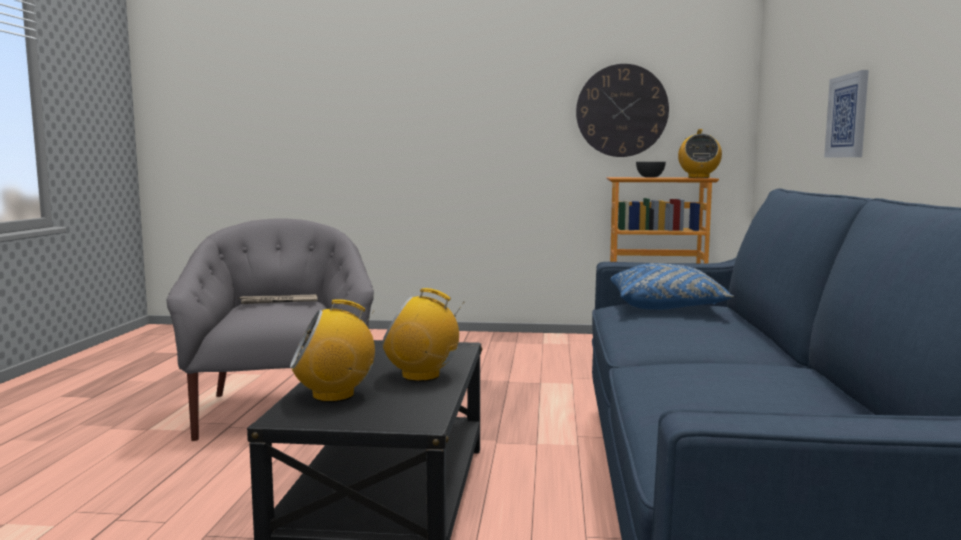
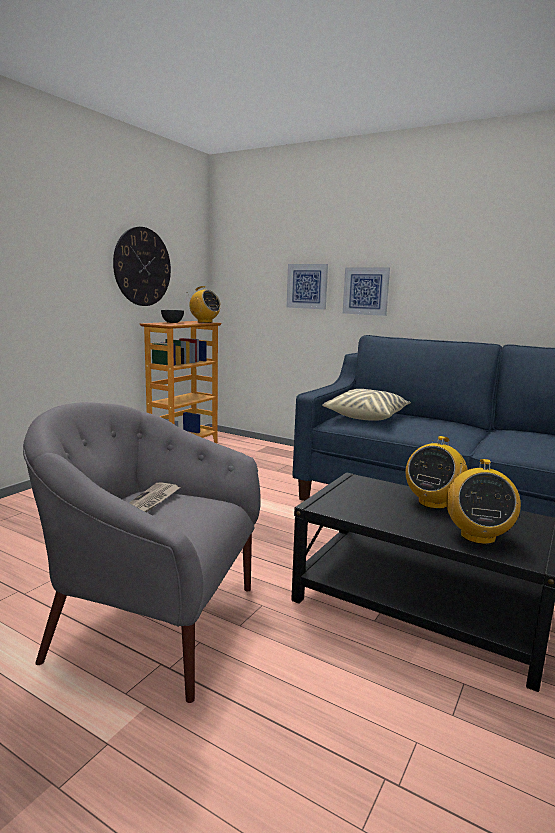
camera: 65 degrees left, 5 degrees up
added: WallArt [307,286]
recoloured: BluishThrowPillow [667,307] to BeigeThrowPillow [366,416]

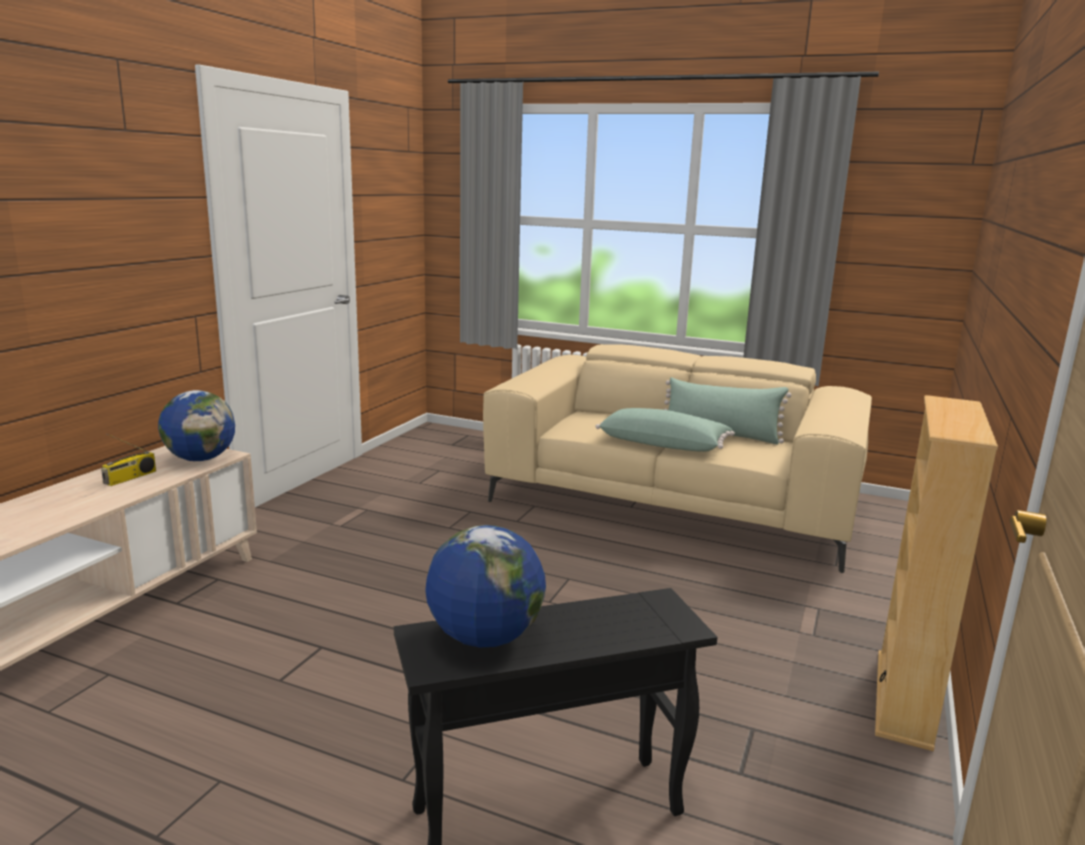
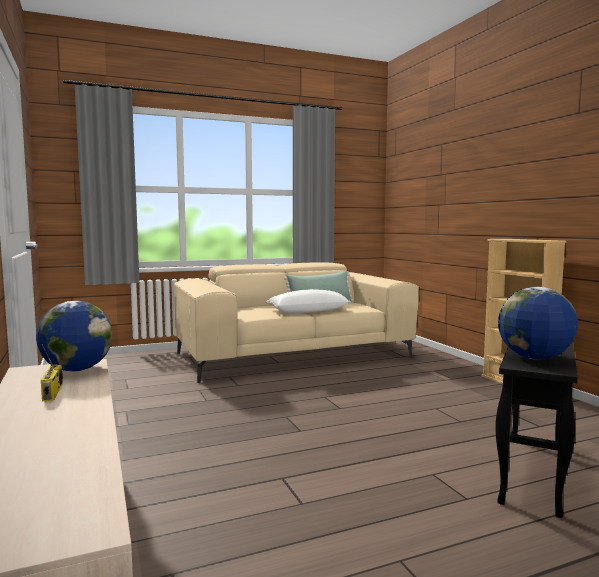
camera: 45 degrees left, 10 degrees down
recoloured: GreenColouredThrowPillow [663,444] to WhiteThrowPillow [307,311]

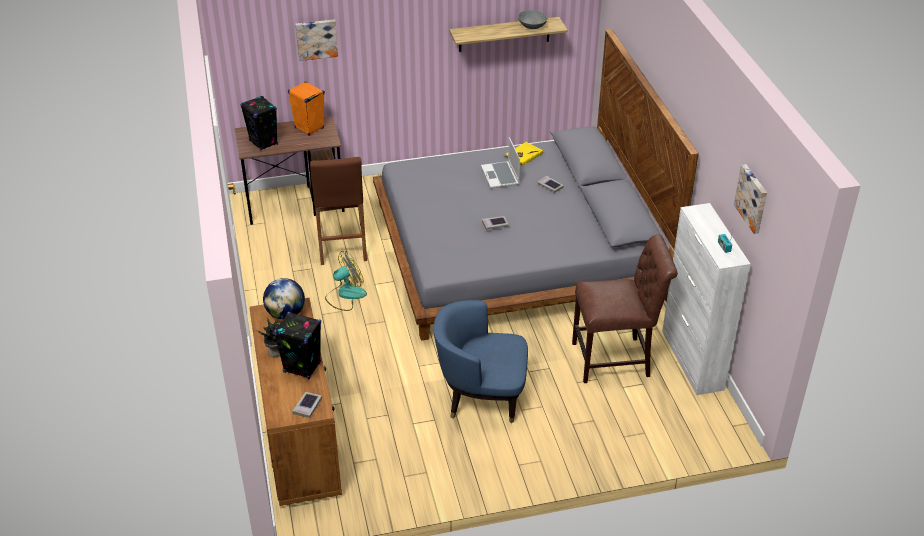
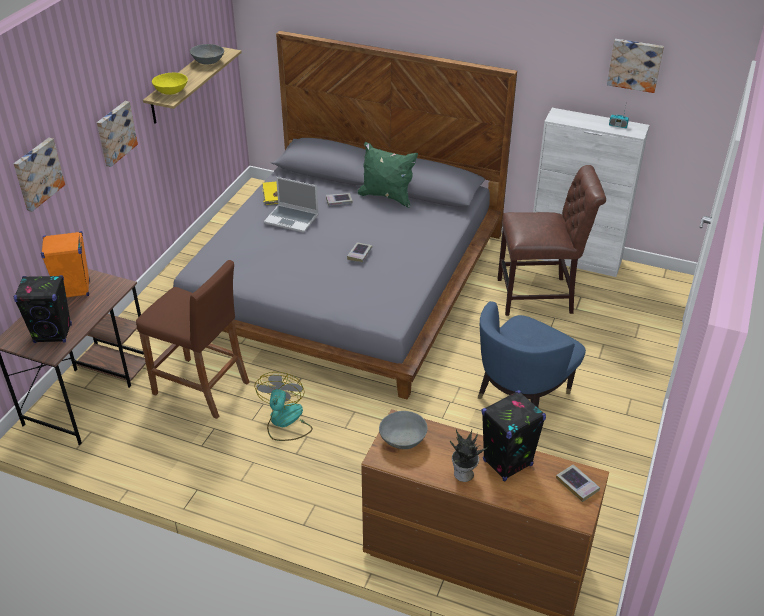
camera: 55 degrees left, 0 degrees up
added: WallArt [115,133]; YellowBowl [171,91]; GreenColouredThrowPillow [387,196]
replaced: Globe [285,314] to GrayBowl [403,439]
turned: BrownishChair [615,360] = [540,296] 60 degrees clockwise

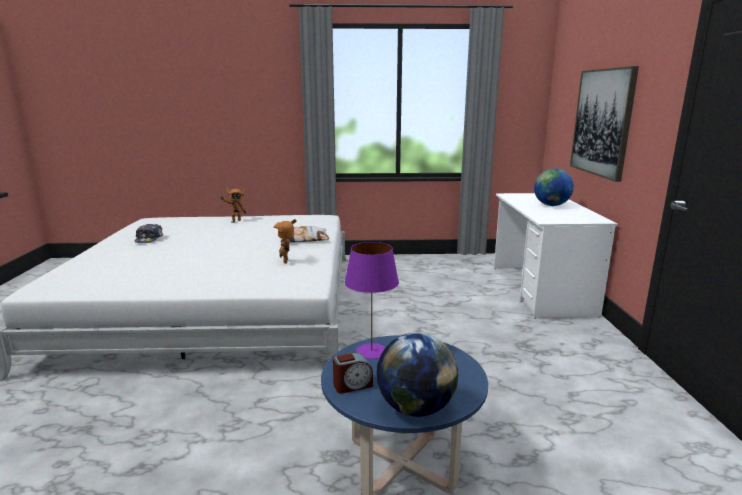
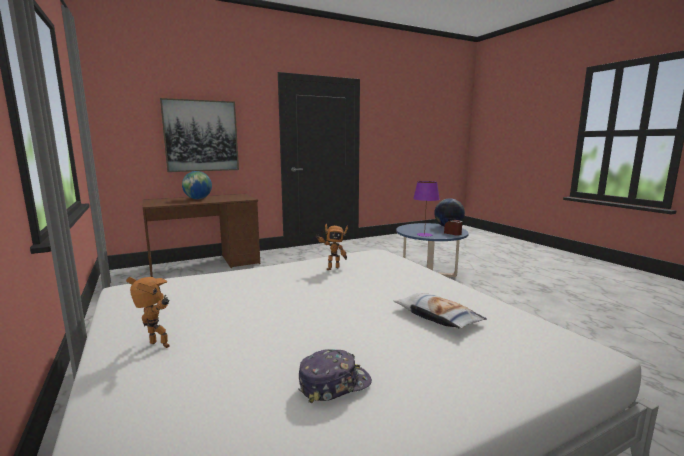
camera: 115 degrees left, 5 degrees down
moved: ThrowPillow [303,239] to [437,317]
recoloured: WhiteDeskTable [540,290] to BrownishDeskTable [205,265]

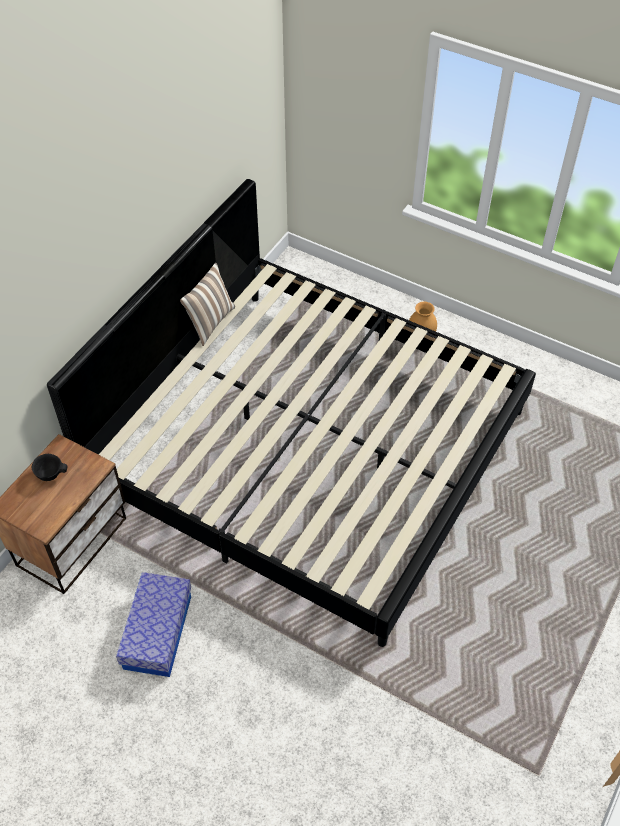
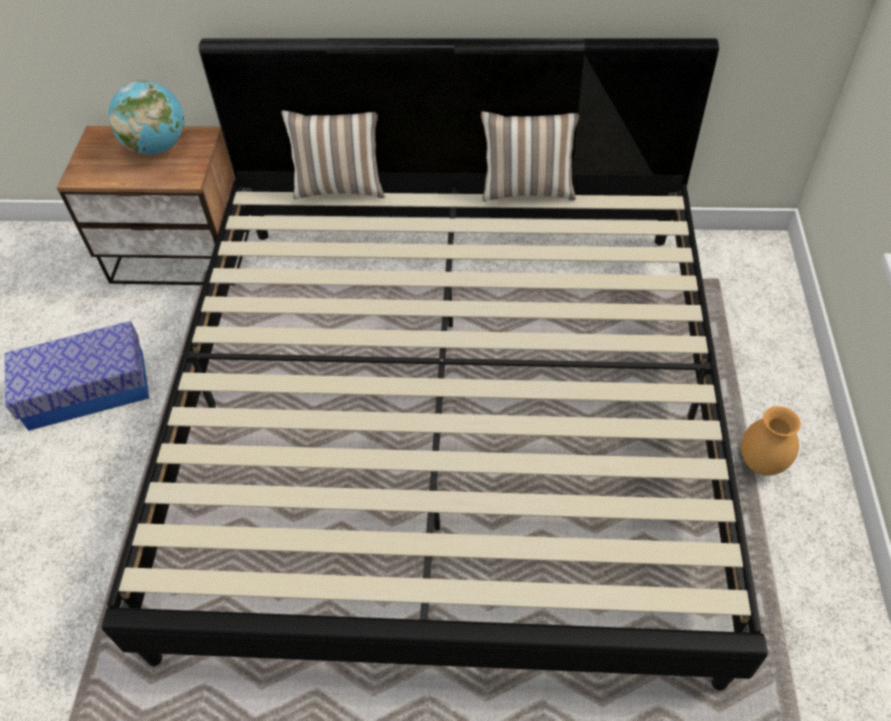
camera: 65 degrees right, 0 degrees up
added: ThrowPillow [340,187]
replaced: BlackishBowl [50,474] to Globe [157,147]

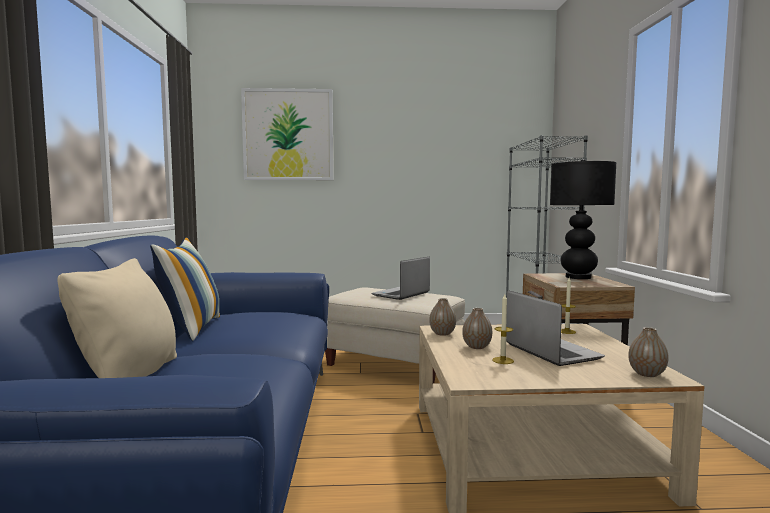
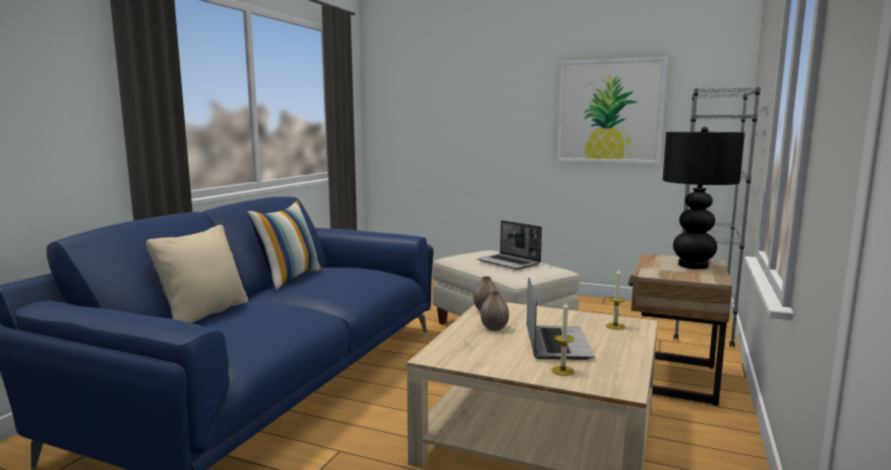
camera: 25 degrees right, 5 degrees up
removed: DecorativeVase [647,374]
moved: WaxLight [503,360] to [562,371]; WallArt [288,135] to [610,111]
turned: PortableComputer [401,294] = [509,263] 105 degrees counterclockwise

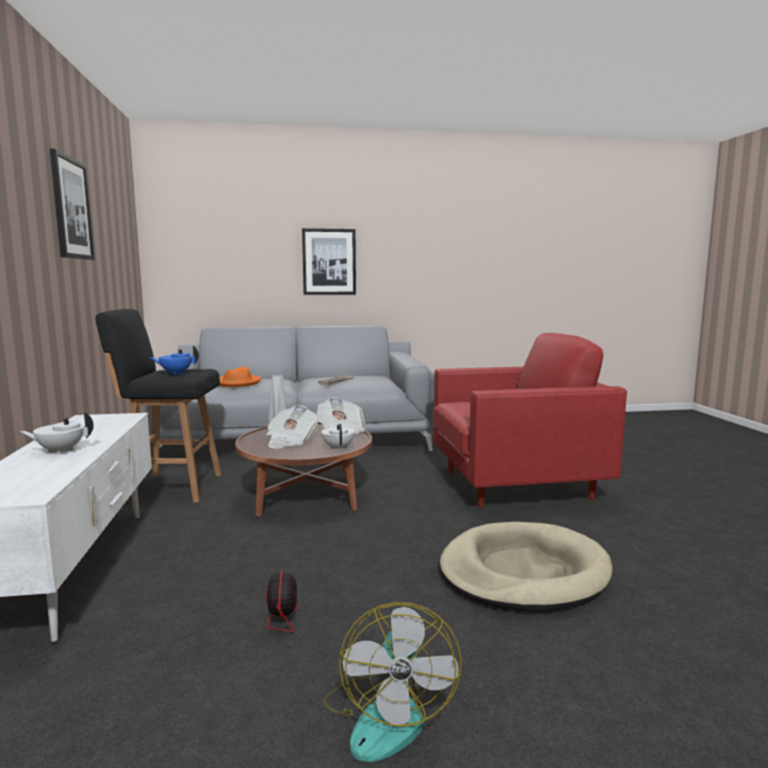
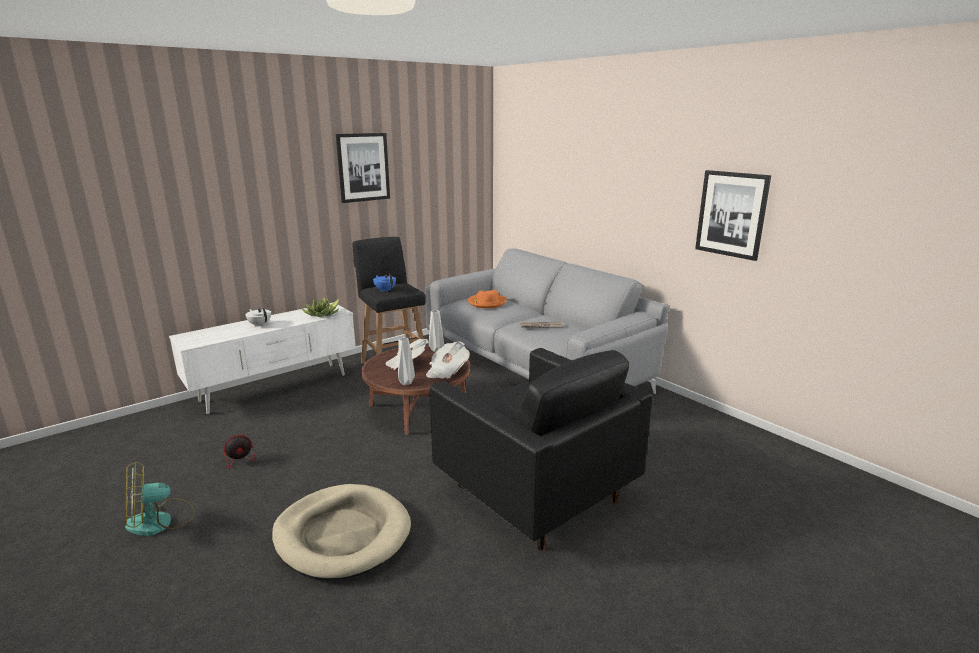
camera: 60 degrees right, 10 degrees up
added: PlantInAPot [323,314]
moved: WallArt [329,262] to [731,214]
replaced: WhitePotForTea [338,448] to GrayDecorativeVase [405,383]
recoloured: RedColouredArmchair [515,485] to BlackishArmchair [534,493]

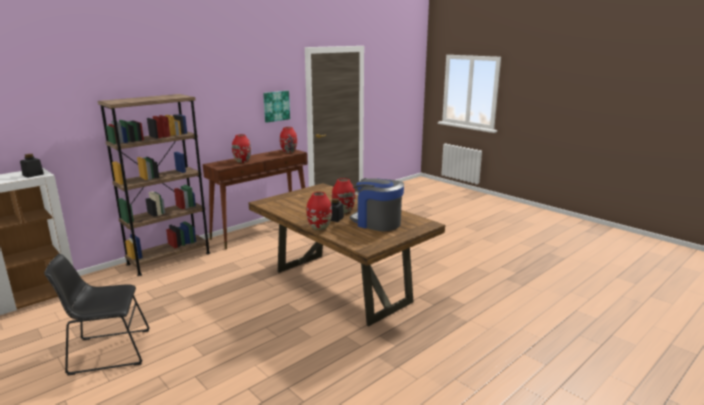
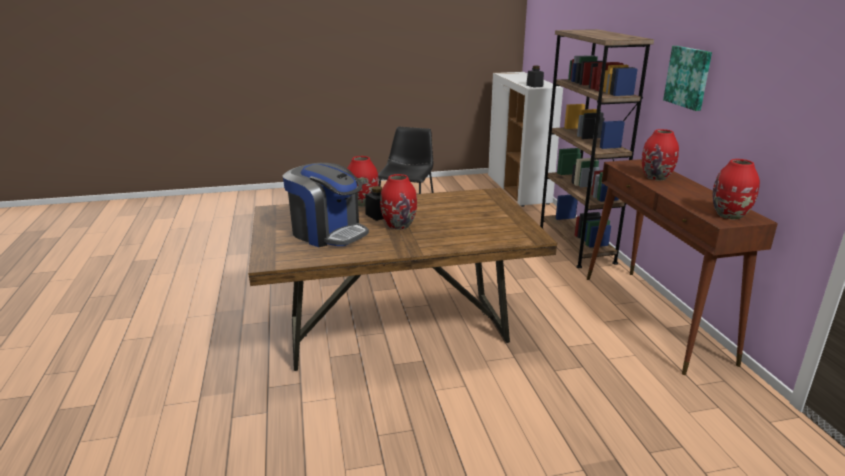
camera: 120 degrees right, 5 degrees up
moved: WallArt [276,106] to [688,77]
turned: CoffeeMaker [377,222] = [328,233] 60 degrees clockwise

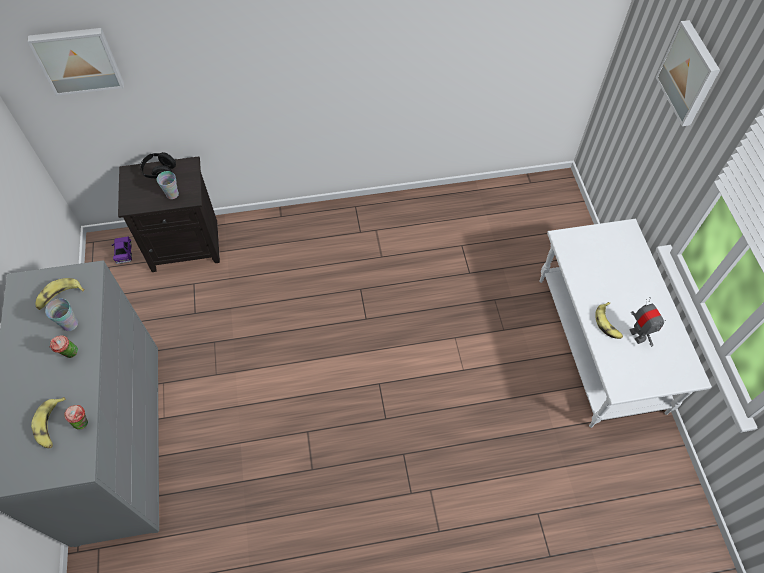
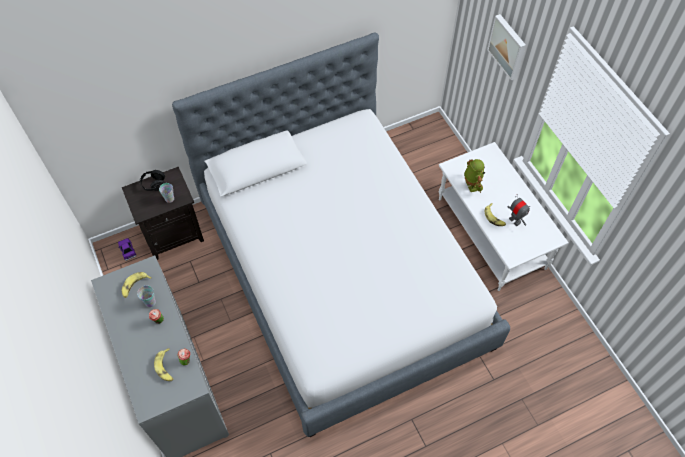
camera: 15 degrees left, 0 degrees up
removed: WallArt [78,60]
added: SleepingBed [342,273]; ToyRobot [471,185]

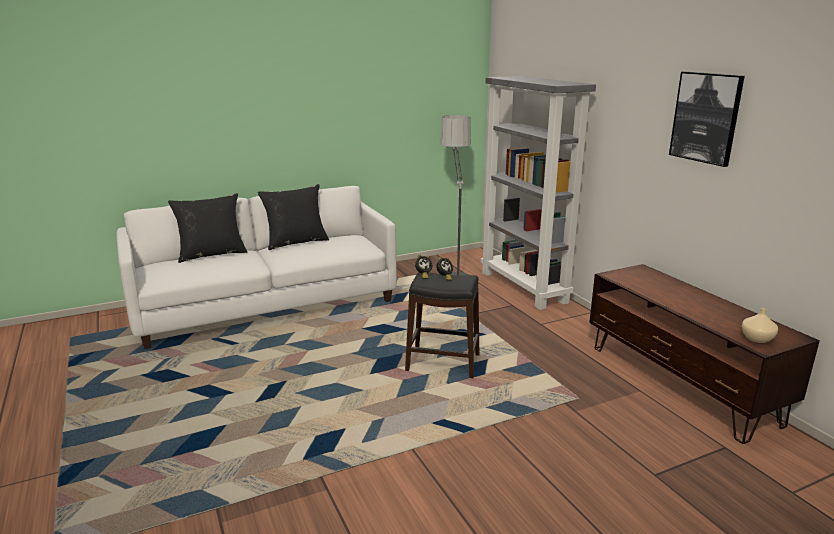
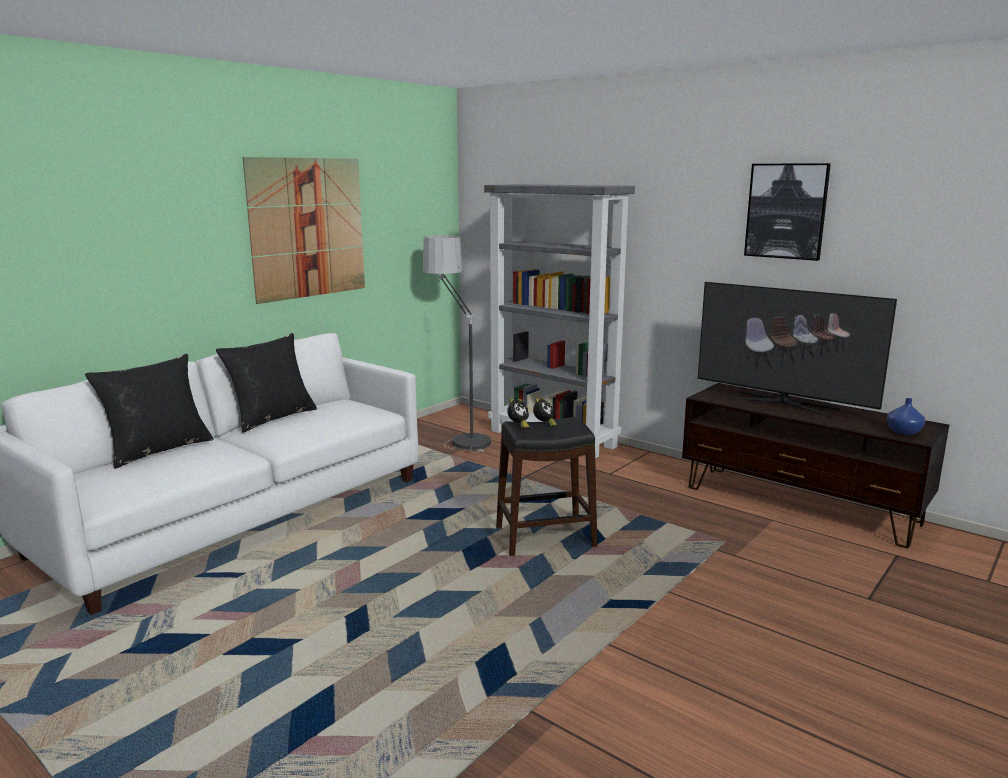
camera: 25 degrees left, 5 degrees down
added: WallArt [308,228]; Tv [782,403]
recoloured: BeigeDecorativeVase [756,338] to BluishDecorativeVase [903,432]

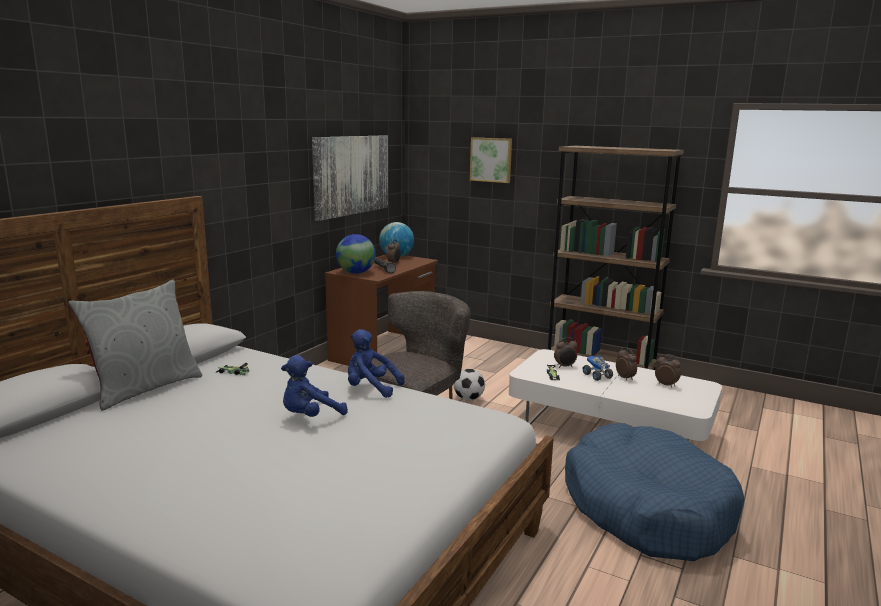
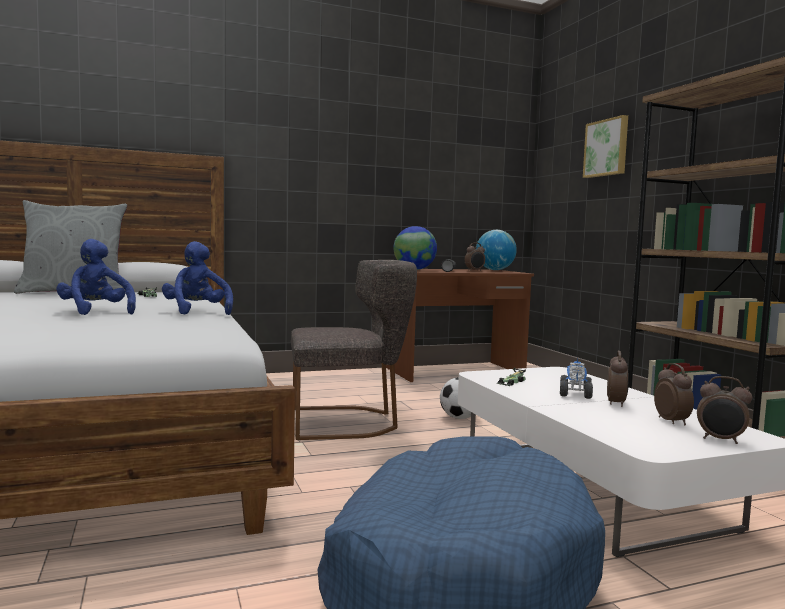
camera: 40 degrees right, 10 degrees down
removed: WallArt [351,175]
moved: TableClock [565,366] to [720,440]
turned: BluishPlushToy [310,416] = [96,312] 45 degrees clockwise

